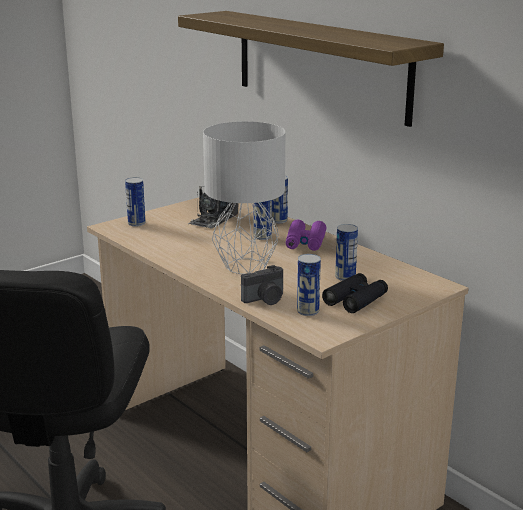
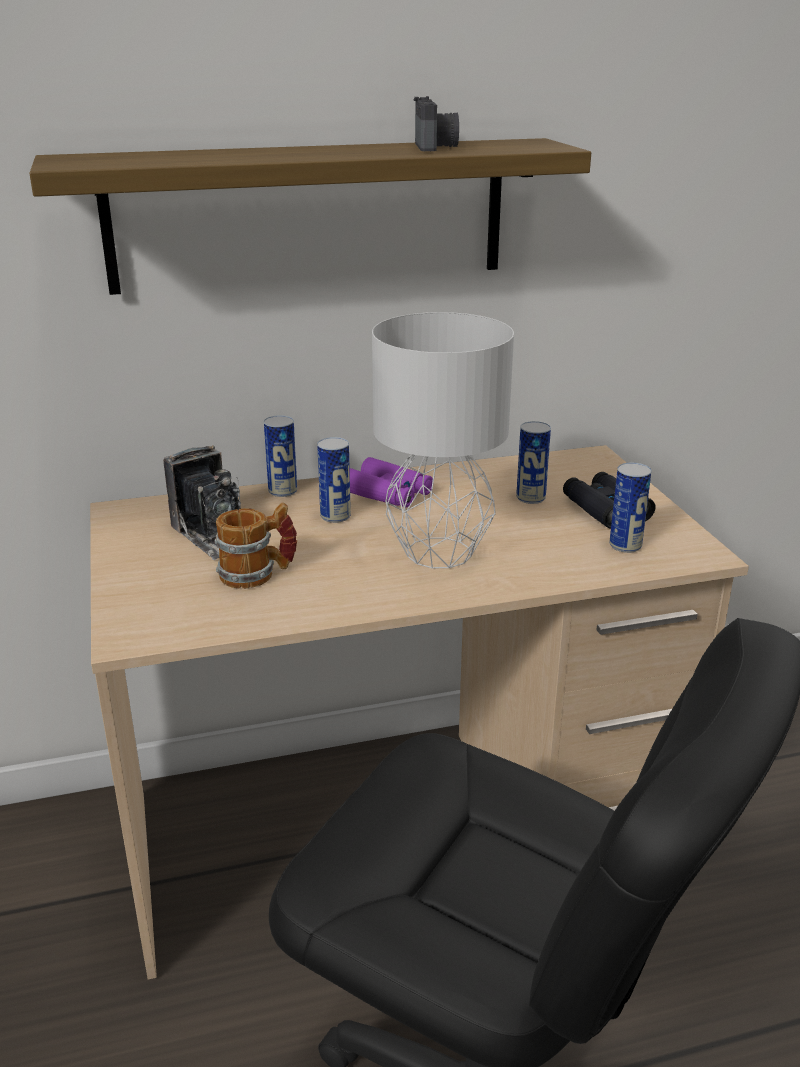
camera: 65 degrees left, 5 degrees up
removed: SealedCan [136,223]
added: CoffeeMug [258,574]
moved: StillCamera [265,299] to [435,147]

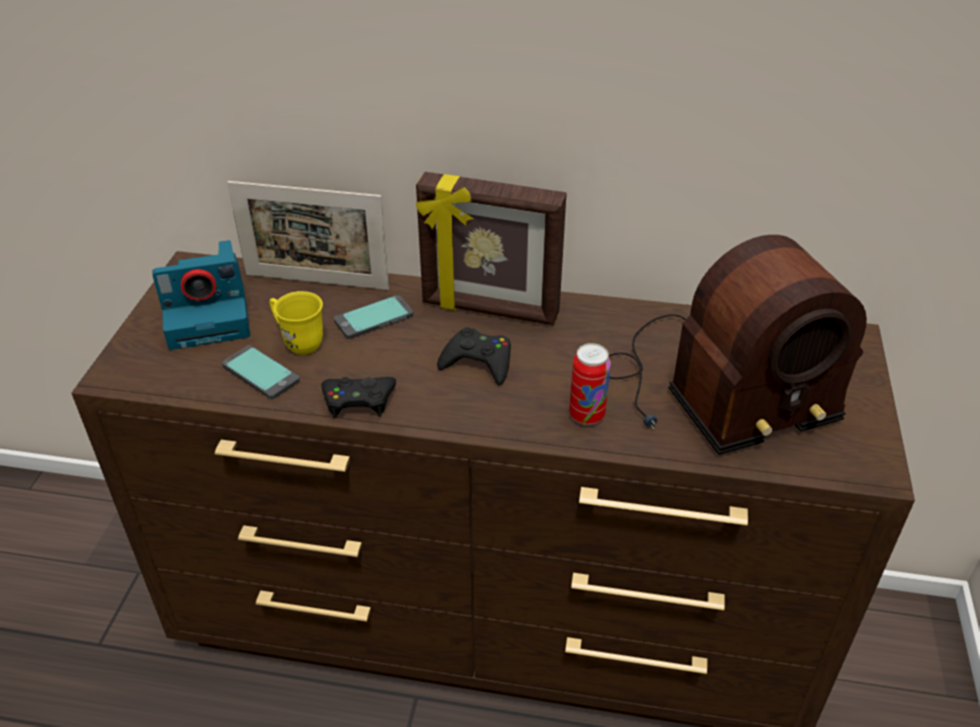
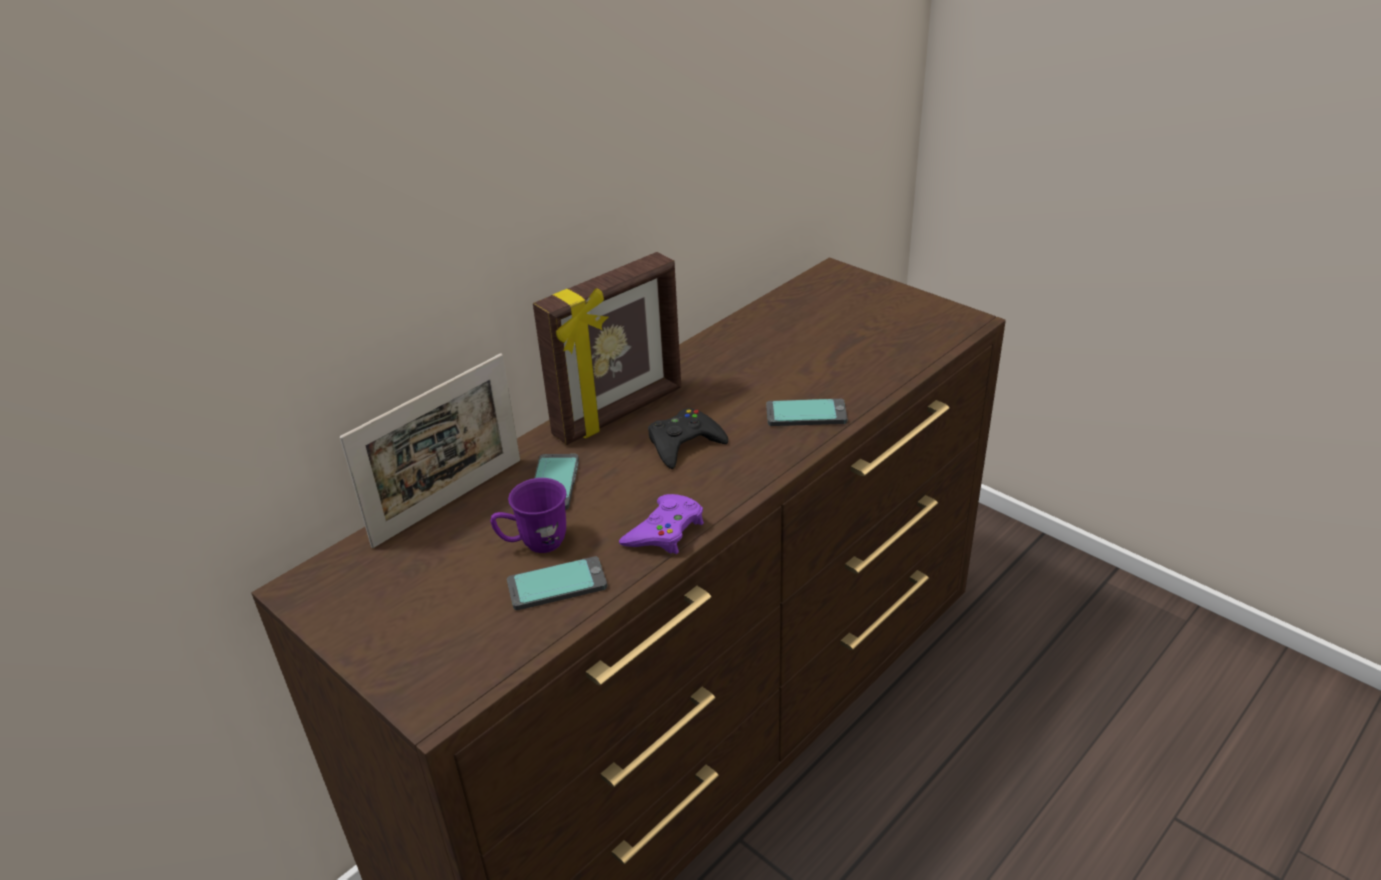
camera: 55 degrees left, 5 degrees down
removed: StillCamera [210,316]; RadioSet [712,390]
replaced: SealedCan [586,415] to Phone [806,414]
recoloured: YellowCoffeeMug [298,342] to PurpleCoffeeMug [534,544]; BlackishGamepad [358,400] to PurpleGamepad [665,531]

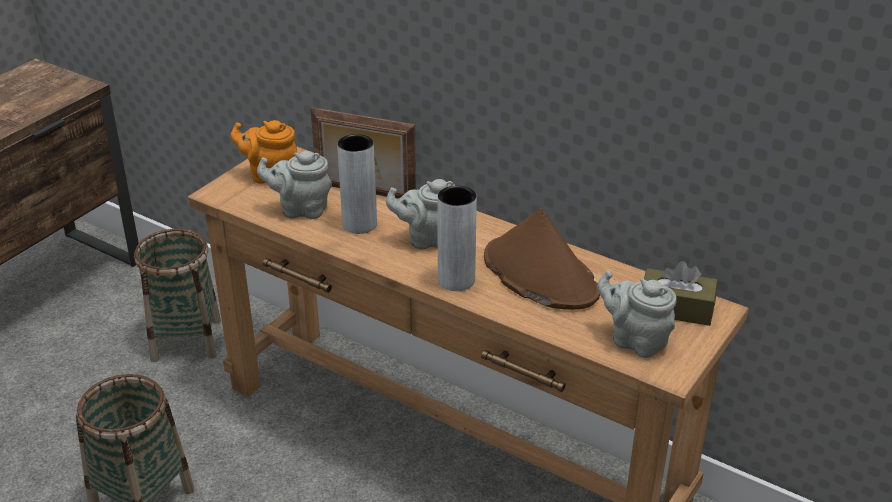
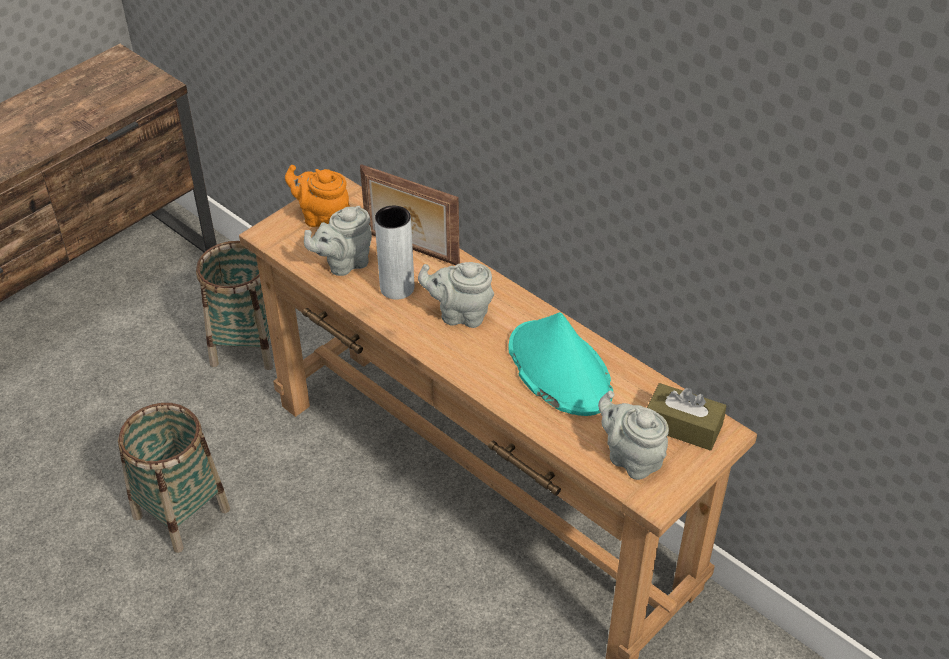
camera: 10 degrees right, 10 degrees up
removed: GrayDecorativeVase [456,280]
recoloured: BrownishHat [539,275] to BlueGreenHat [558,369]
turned: GrayPotForTea [301,209] = [344,263] 45 degrees counterclockwise

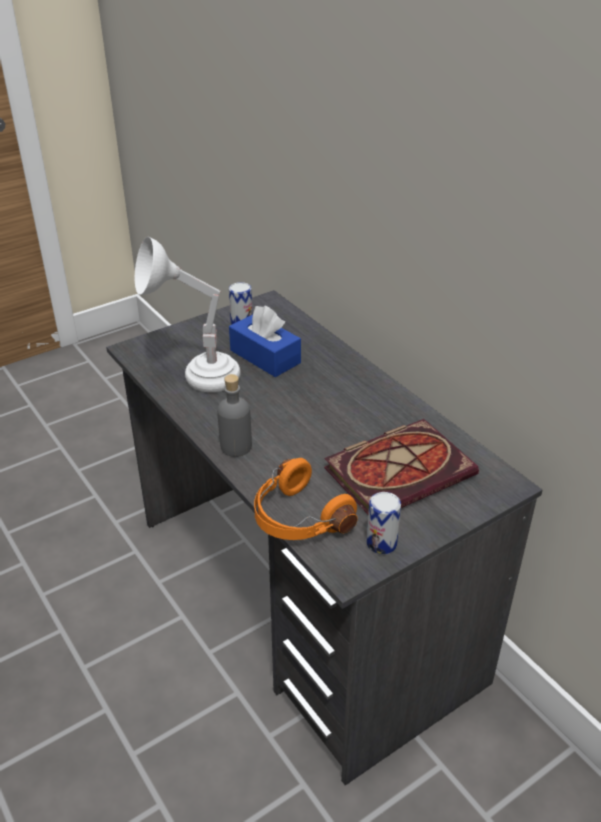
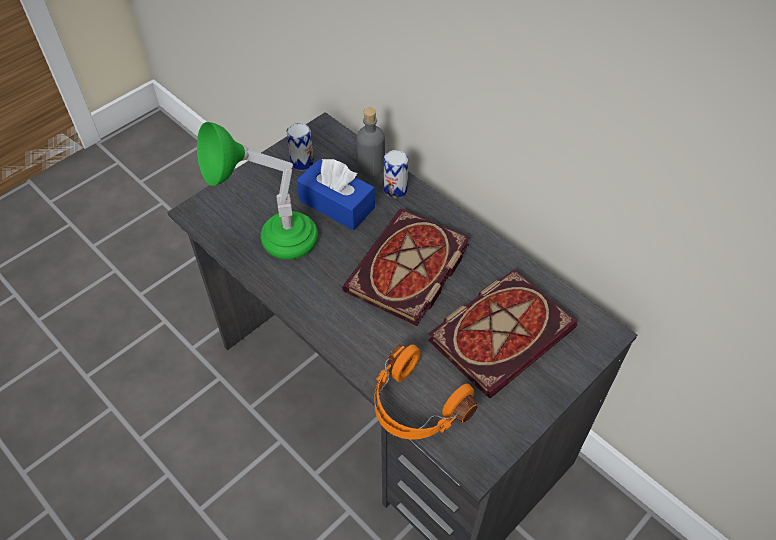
camera: 10 degrees left, 15 degrees up
added: Book [408,271]
moved: GrayBottle [236,446] to [371,167]; SealedCan [381,543] to [395,190]
recoloured: WhiteLampForATable [196,378] to GreenColouredLampForATable [272,242]

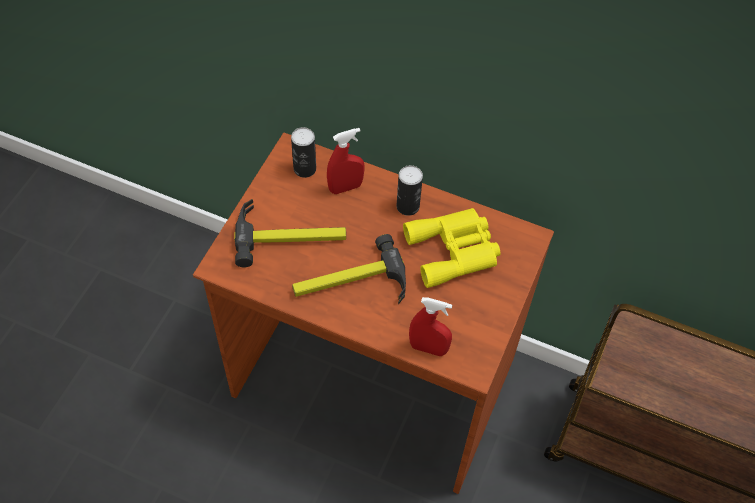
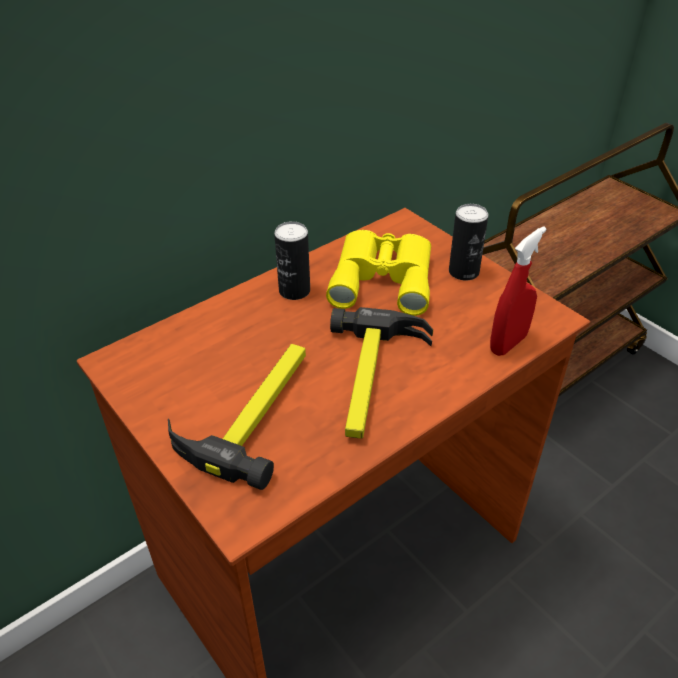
camera: 60 degrees left, 15 degrees down
removed: RedColouredSprayer [345,187]
moved: SealedCan [305,169] to [463,272]

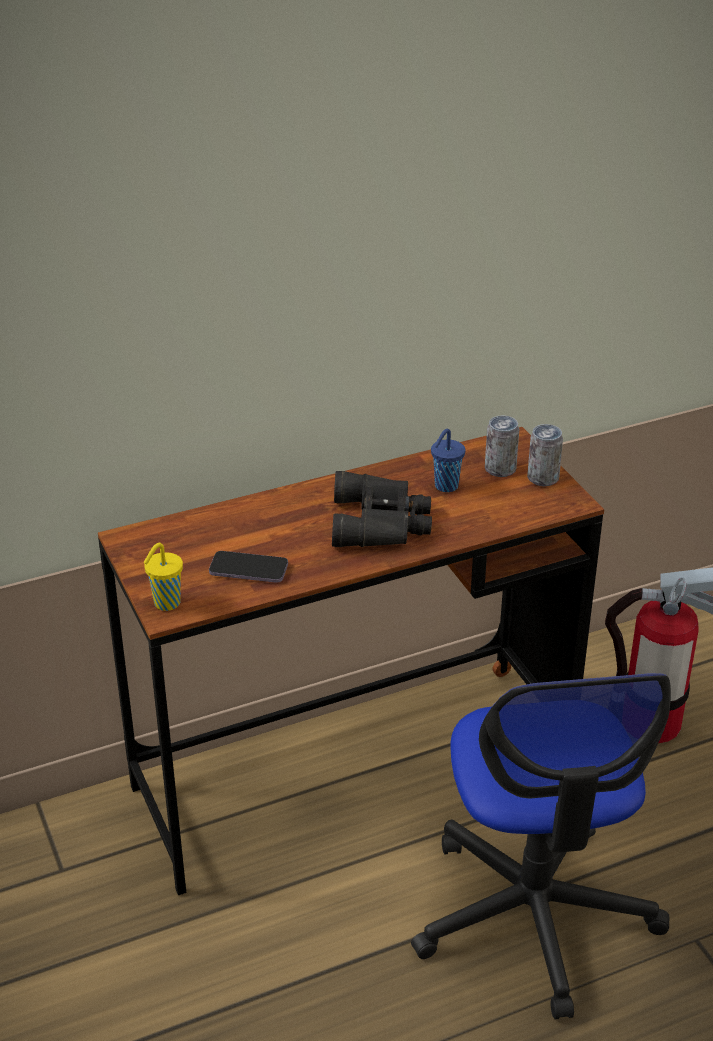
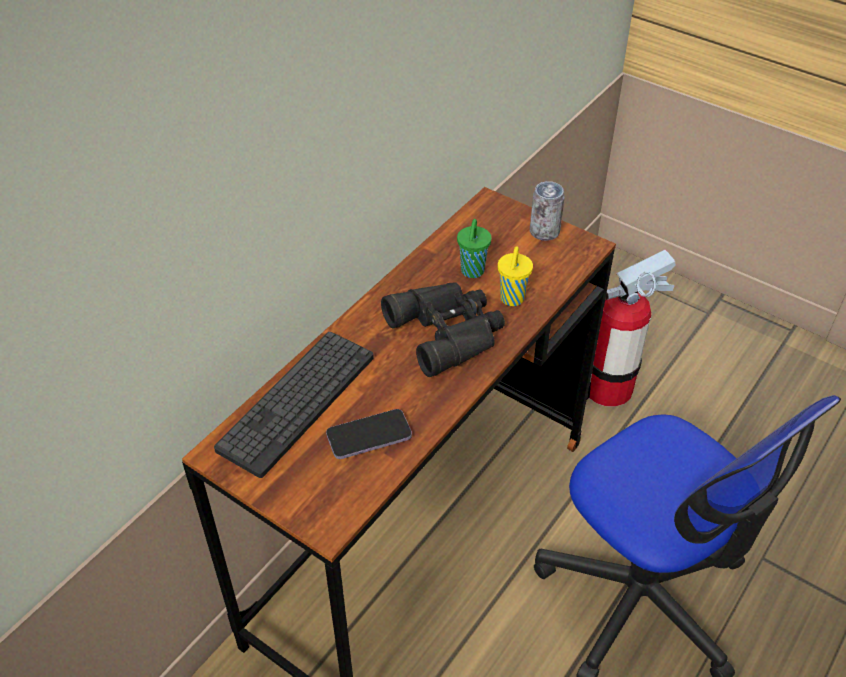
camera: 30 degrees left, 10 degrees up
removed: SealedCan [500,469]
added: ComputerKeyboard [297,402]
moved: YellowSmallCup [165,604] to [511,299]
recoloured: BluishSmallCup [445,487] to GreenColouredSmallCup [472,272]

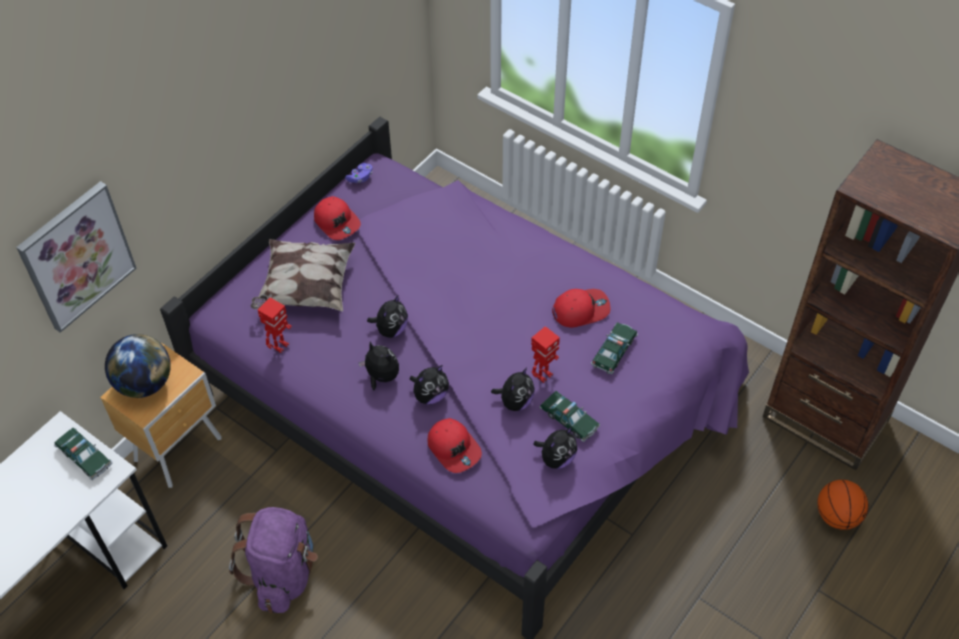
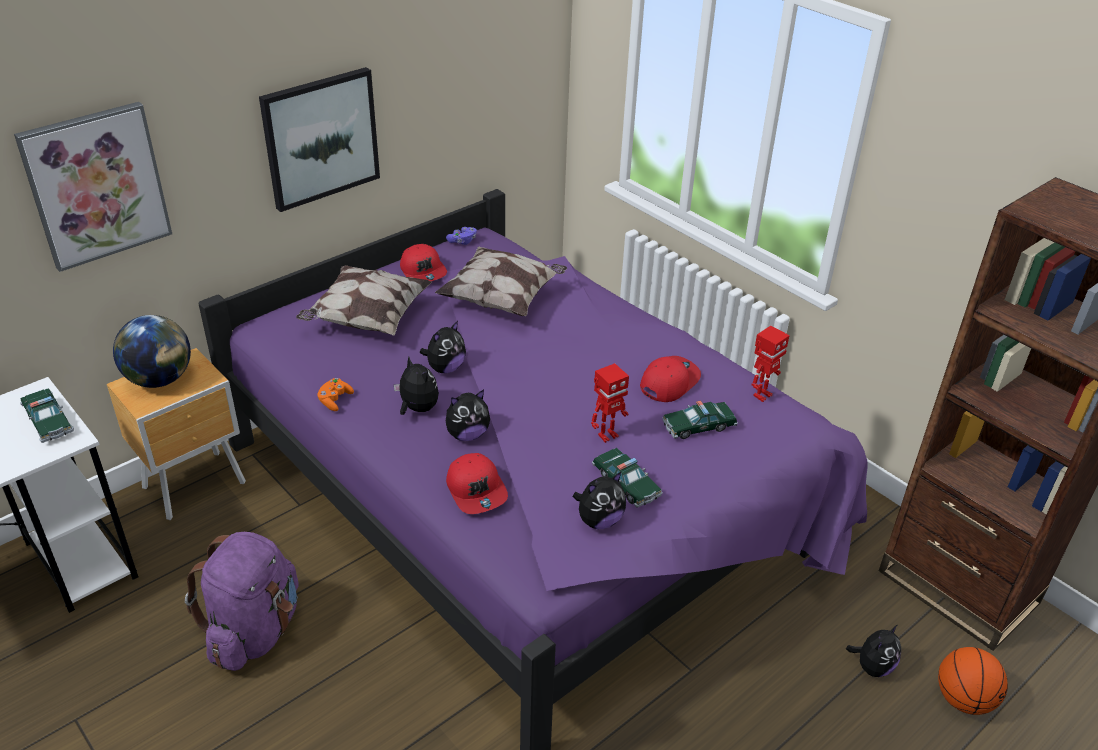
camera: 10 degrees right, 15 degrees down
added: WallArt [320,138]; OrangeGamepad [335,400]; ThrowPillow [503,299]
moved: ToyRobot [280,346] to [761,395]; PlushToy [515,402] to [872,666]
turned: RedColouredBaseballCap [580,310] = [668,382] 45 degrees counterclockwise; ModelCar [614,351] = [698,426] 150 degrees counterclockwise

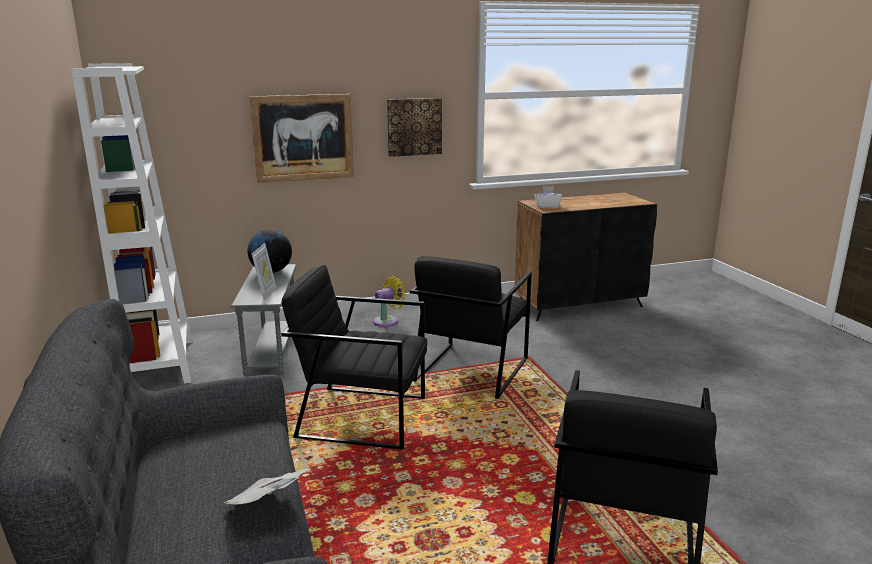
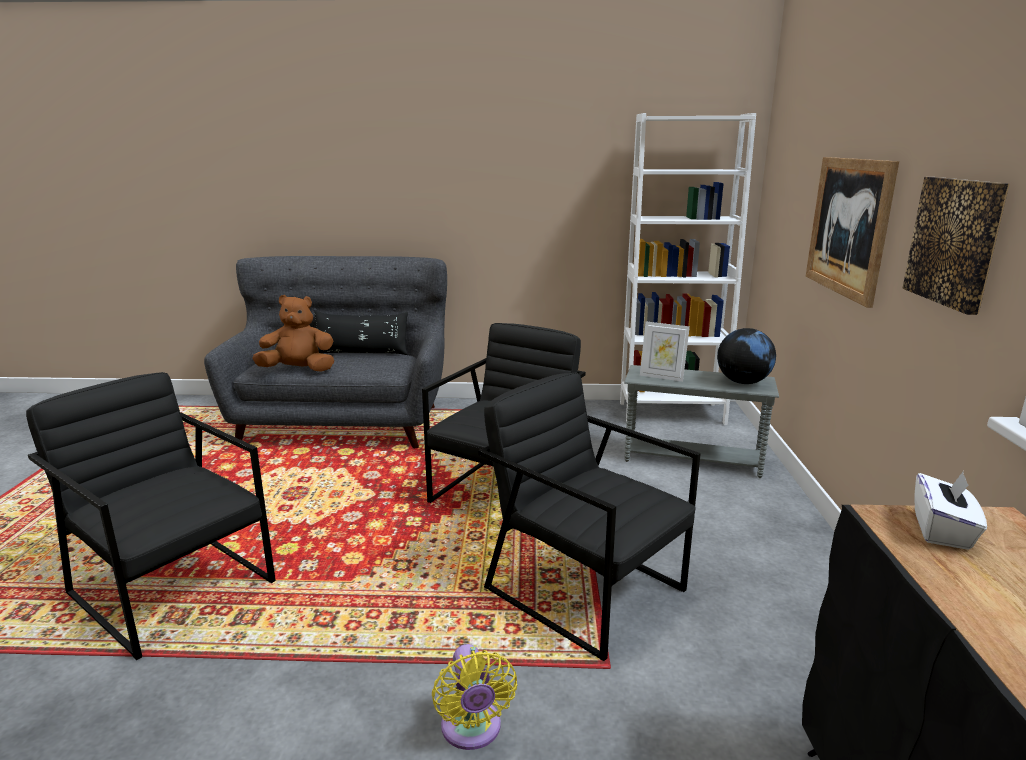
camera: 110 degrees right, 0 degrees up
added: BlackishThrowPillow [362,353]
moved: YellowFan [388,321] to [472,730]
replaced: DailyPaper [268,505] to BrownishPlushToy [298,370]

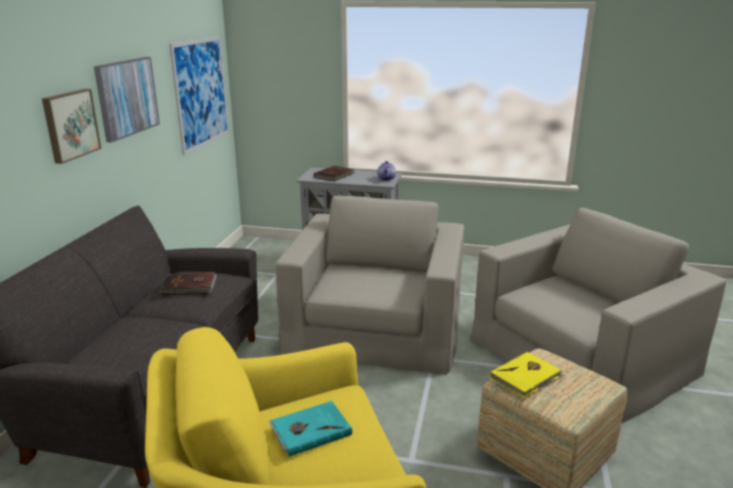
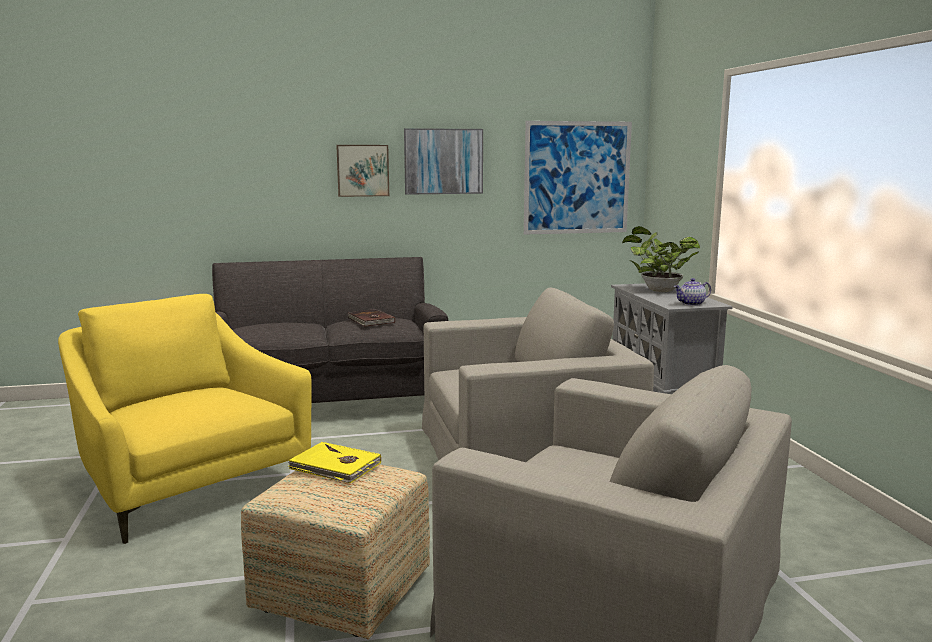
camera: 65 degrees right, 10 degrees down
removed: BlueGreenBook [310,430]
replaced: BrownishBook [335,175] to PlantInAPot [657,290]

